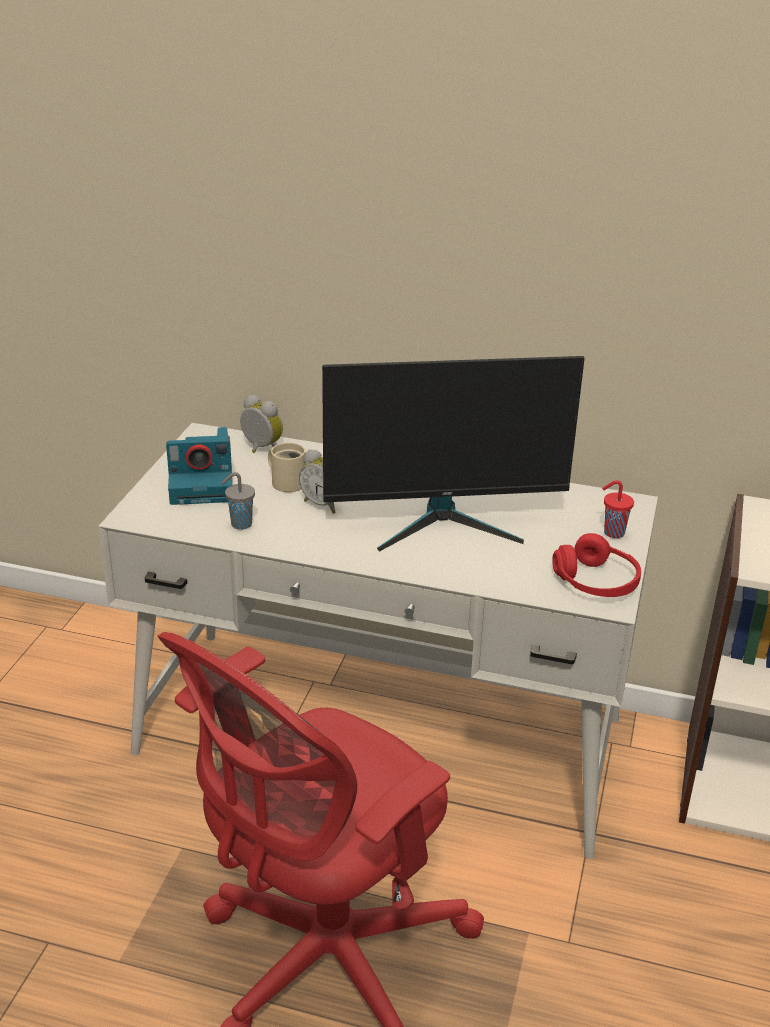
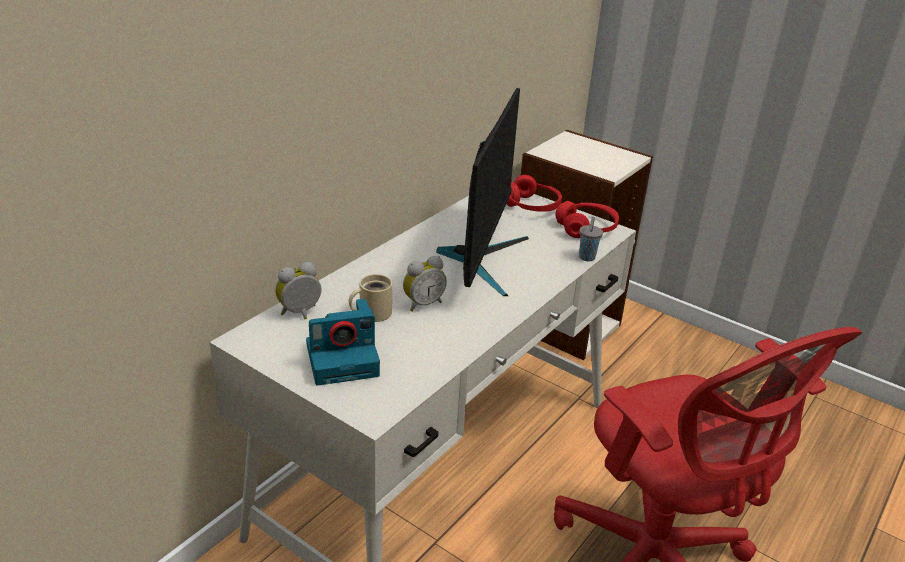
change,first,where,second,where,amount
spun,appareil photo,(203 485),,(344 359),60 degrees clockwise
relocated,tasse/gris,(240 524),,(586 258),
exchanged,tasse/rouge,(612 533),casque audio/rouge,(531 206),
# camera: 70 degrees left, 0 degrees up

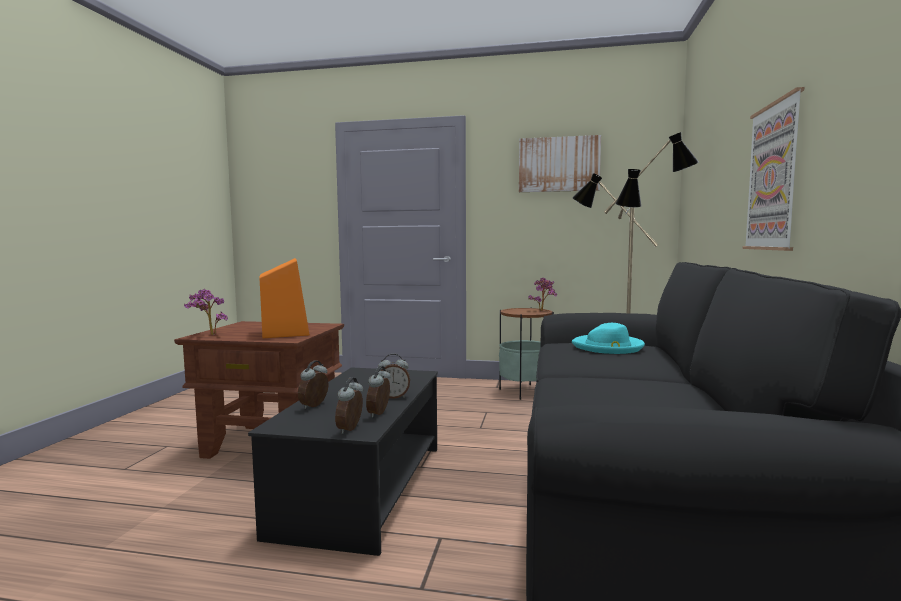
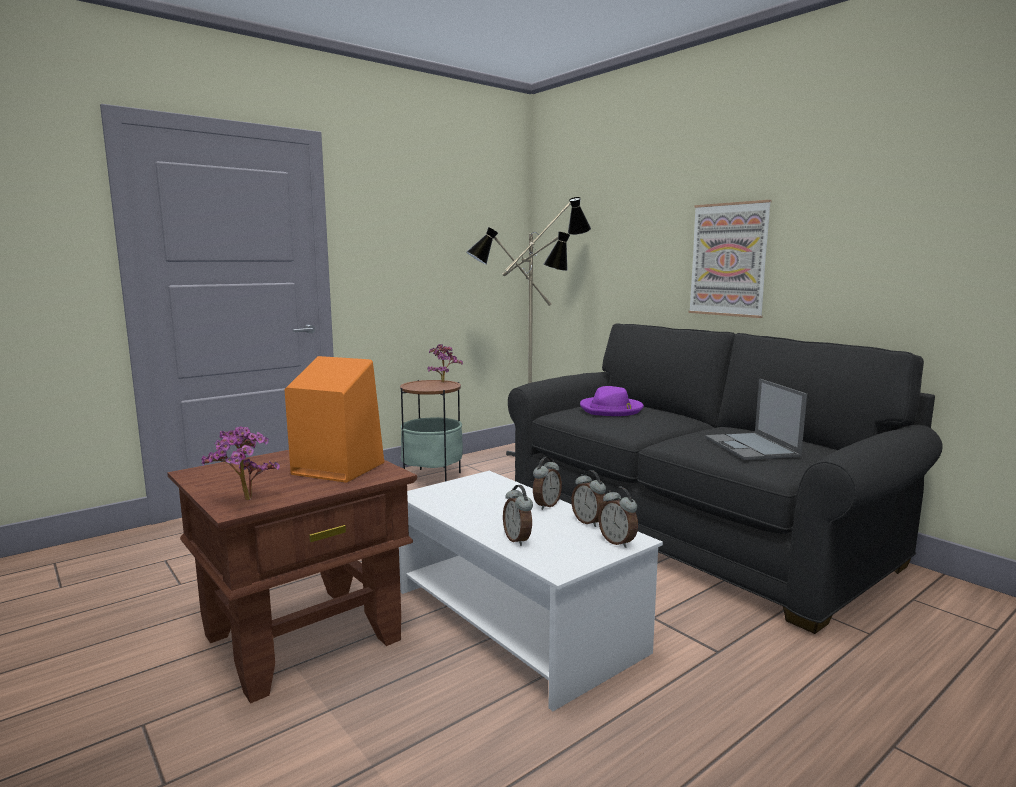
change,first,where,second,where,amount
missing,tableau,(559 164),,,
colour,chapeau/turquoise,(608 347),chapeau/violet,(611 409),
colour,table basse/noir,(362 488),table basse/blanc,(516 621),
appeared,,,ordinateur portable,(752 447),
# camera: 50 degrees left, 5 degrees up

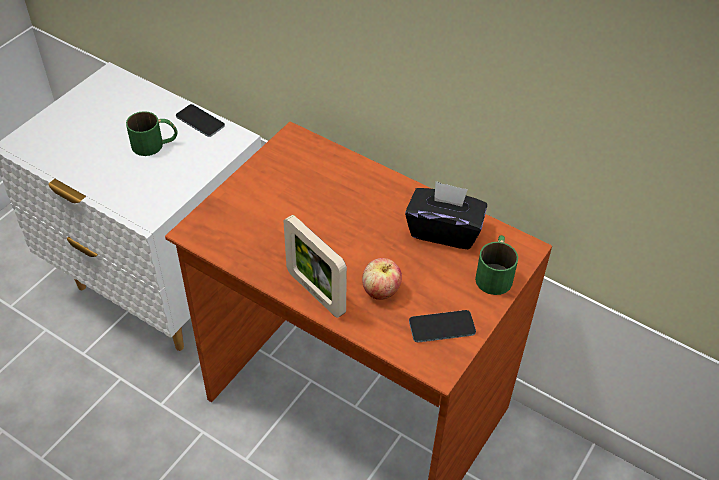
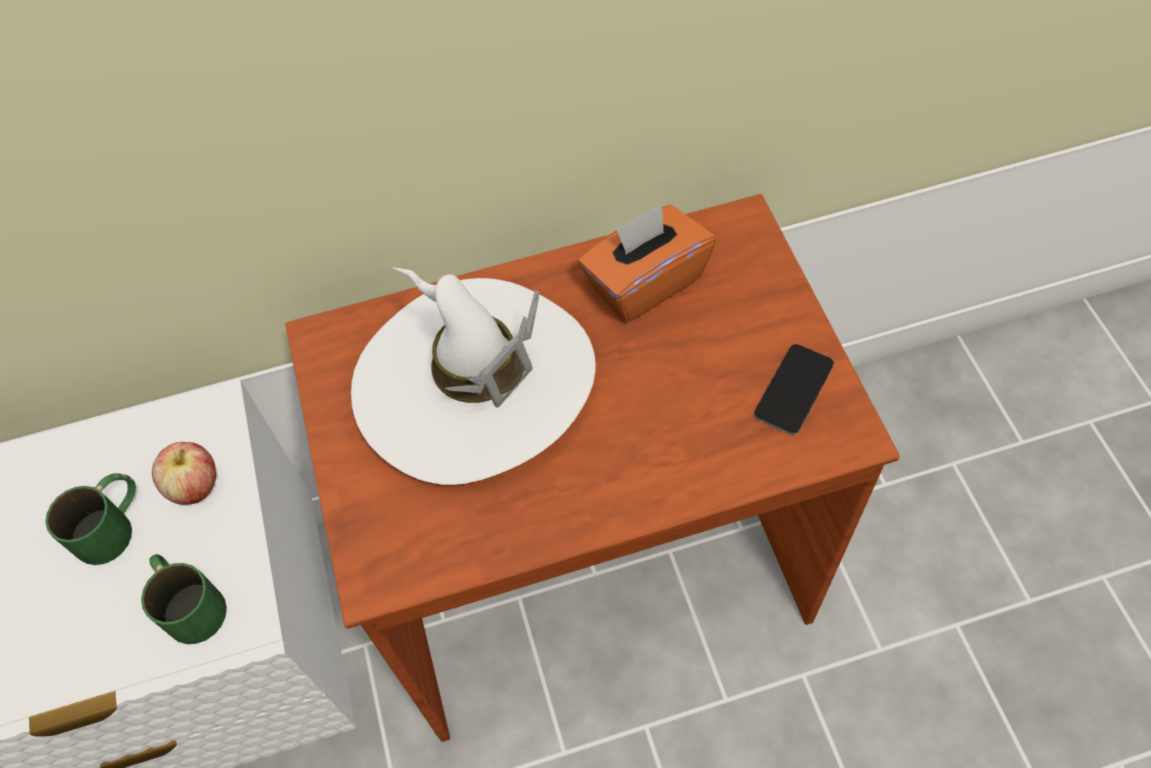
change,first,where,second,where,amount
missing,téléphone,(200 121),,,
colour,boîte à mouchoirs/noir,(444 230),boîte à mouchoirs/orange,(645 282),
missing,cadre photo,(315 293),,,
relocated,mug/vert,(495 272),,(188 602),
relocated,pomme,(381 291),,(196 487),
appeared,,,chapeau/blanc,(475 382),
# camera: 45 degrees left, 10 degrees up

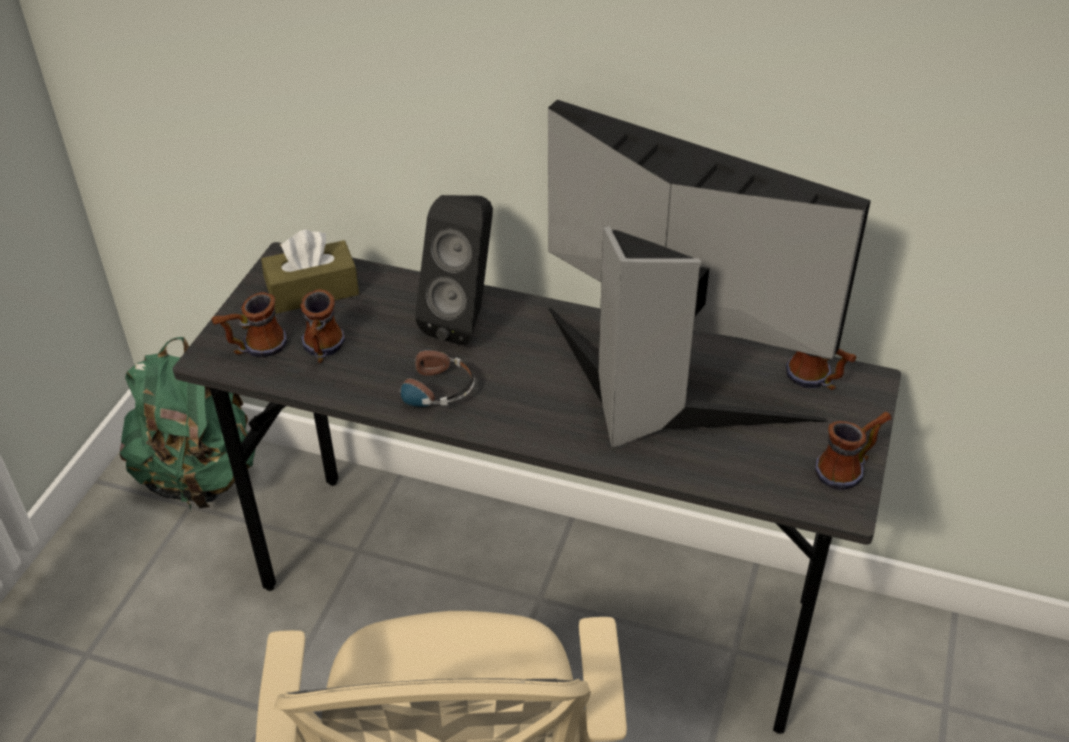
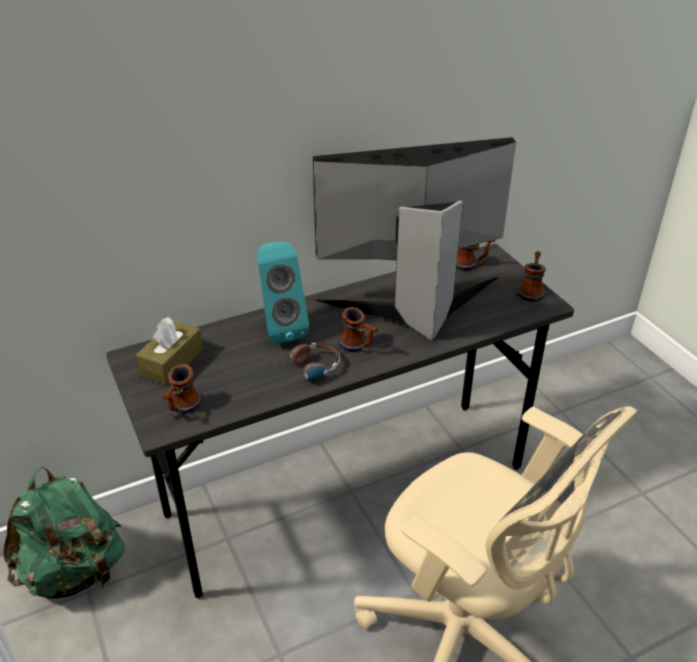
change,first,where,second,where,amount
colour,enceinte/noir,(465 320),enceinte/turquoise,(280 328),
relocated,mug,(322 351),,(359 347),
# camera: 45 degrees left, 5 degrees down

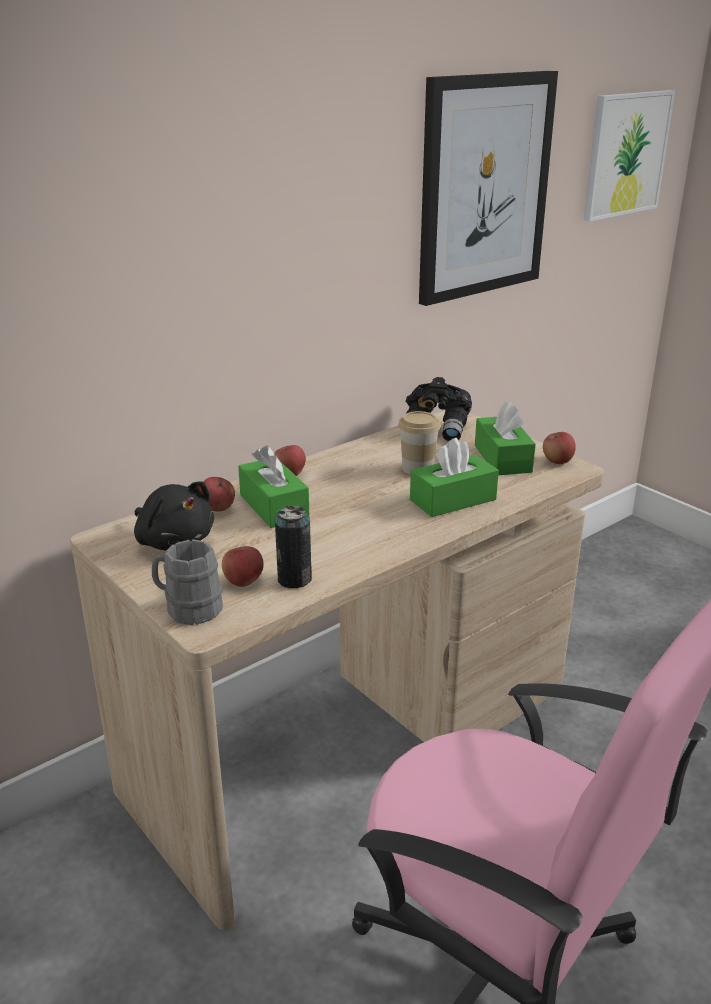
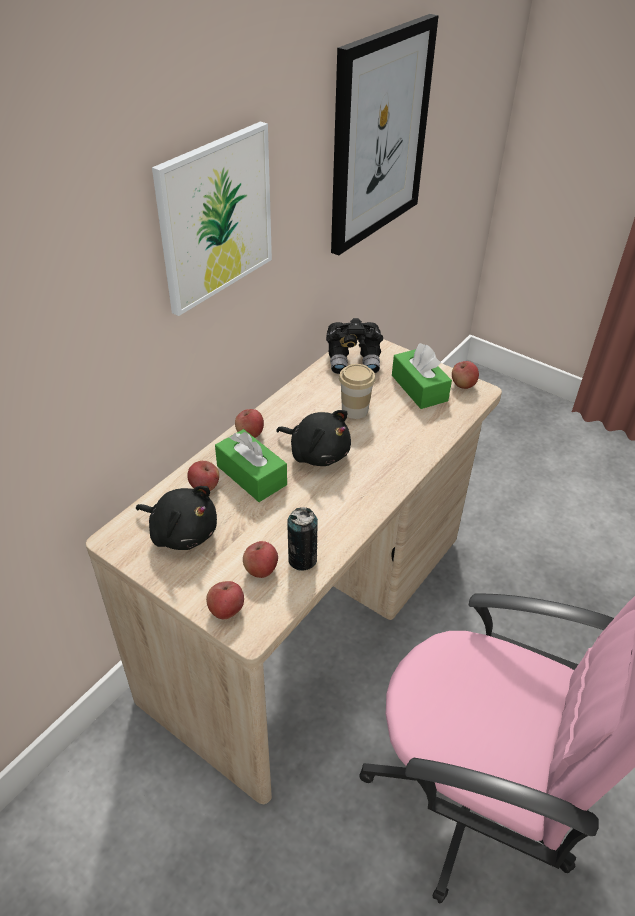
change,first,where,second,where,amount
relocated,tableau,(626 154),,(215 218),
missing,boîte à mouchoirs/vert,(453 500),,,
exchanged,mug/gris,(187 608),pomme,(226 610),
appeared,,,peluche/noir,(317 453),
# camera: 15 degrees left, 15 degrees up

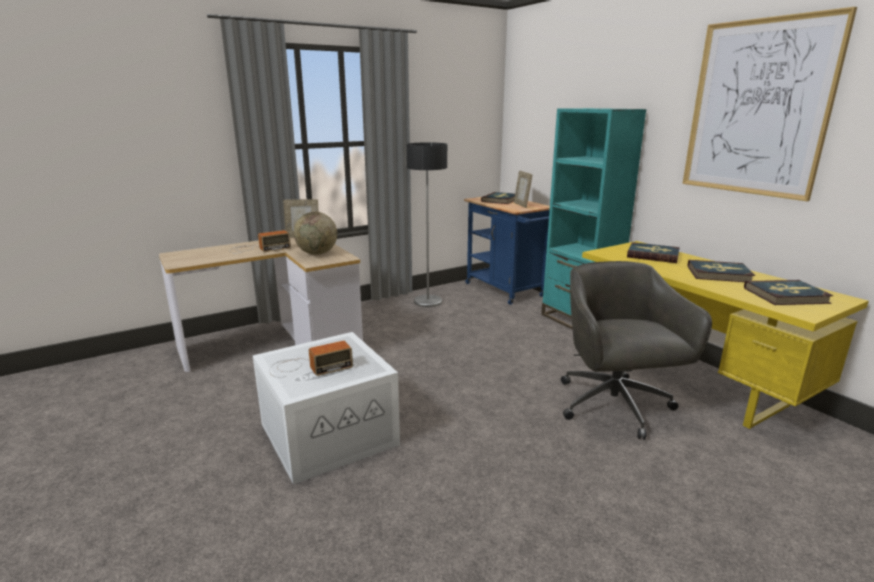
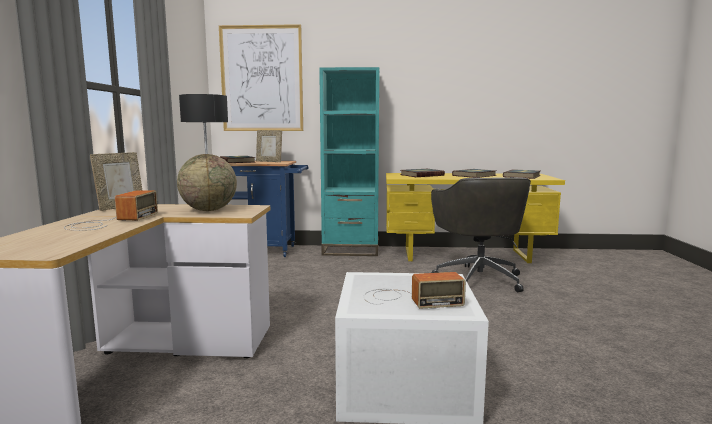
change,first,where,second,where,amount
relocated,tableau,(757 108),,(262 79),
spun,chaise de bureau/gris,(615 407),,(478 278),120 degrees counterclockwise
spun,radio,(307 367),,(408 299),75 degrees clockwise
# camera: 55 degrees left, 10 degrees down

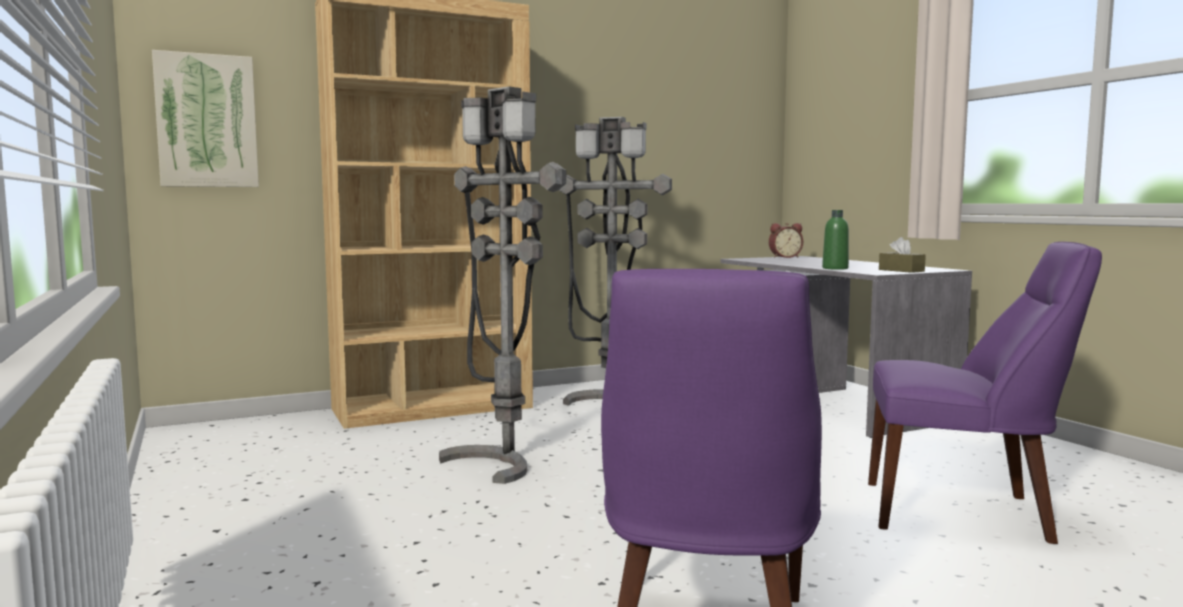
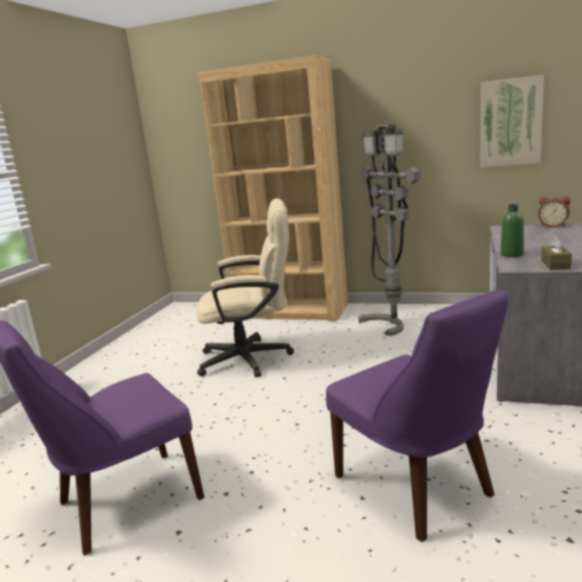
change,first,where,second,where,amount
relocated,tableau,(207 121),,(510 122),
exchanged,lampadaire/gris,(502 461),chaise de bureau/beige,(254 358),
# camera: 45 degrees right, 10 degrees up

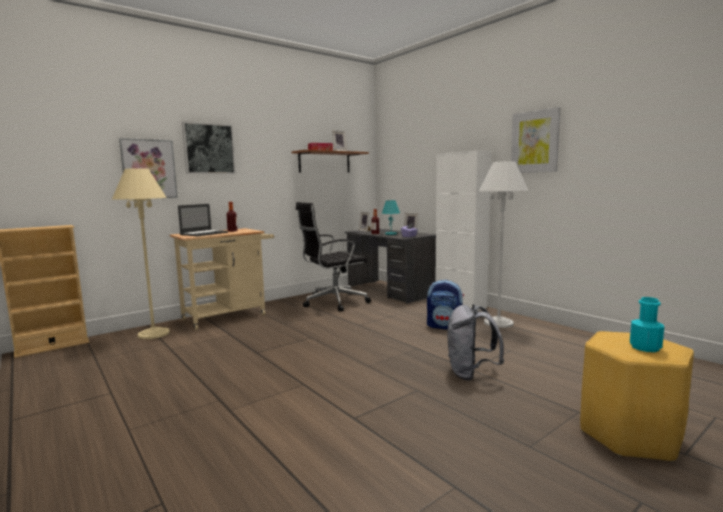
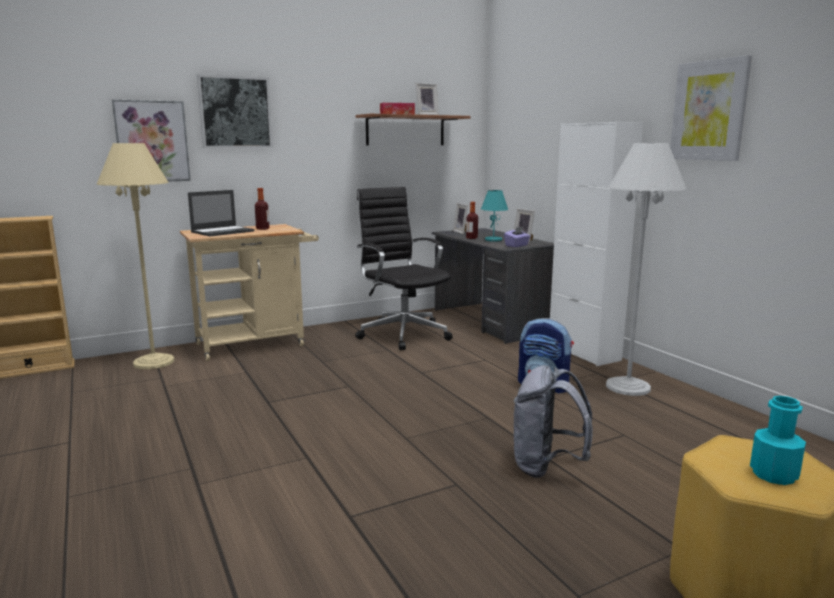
change,first,where,second,where,amount
spun,chaise de bureau/noir,(333 302),,(403 333),75 degrees clockwise
# camera: 10 degrees right, 5 degrees up

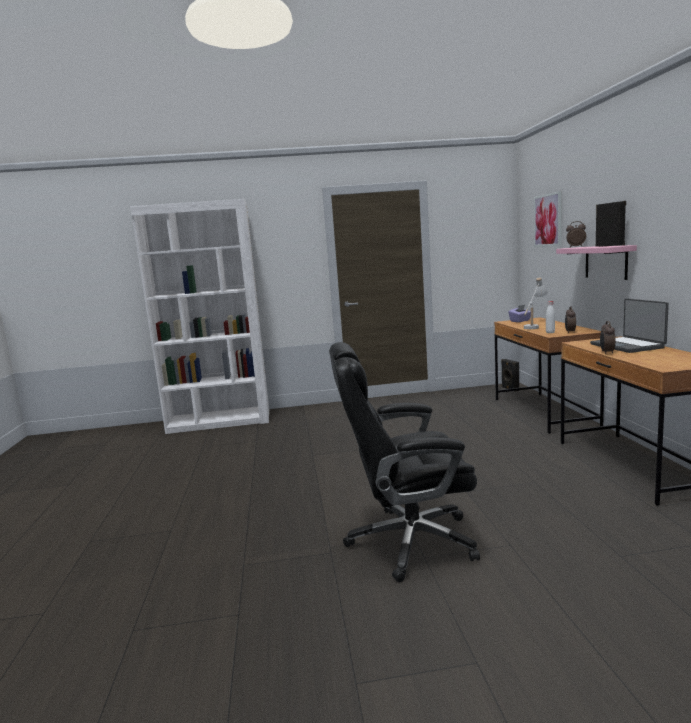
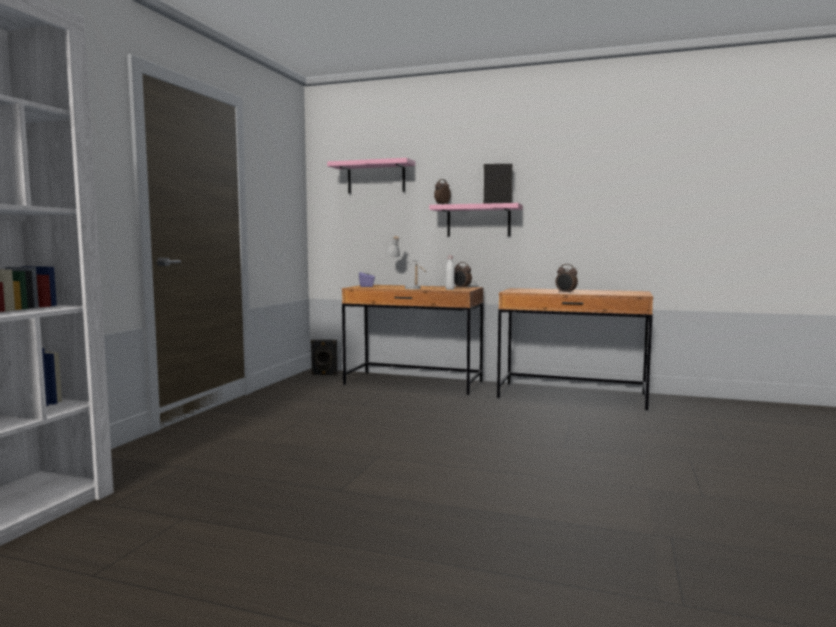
change,first,where,second,where,amount
exchanged,tableau,(548 220),étagère/rose,(376 177),
missing,ordinateur portable,(628 346),,,
missing,chaise de bureau/noir,(408 542),,,
# camera: 65 degrees left, 5 degrees down

